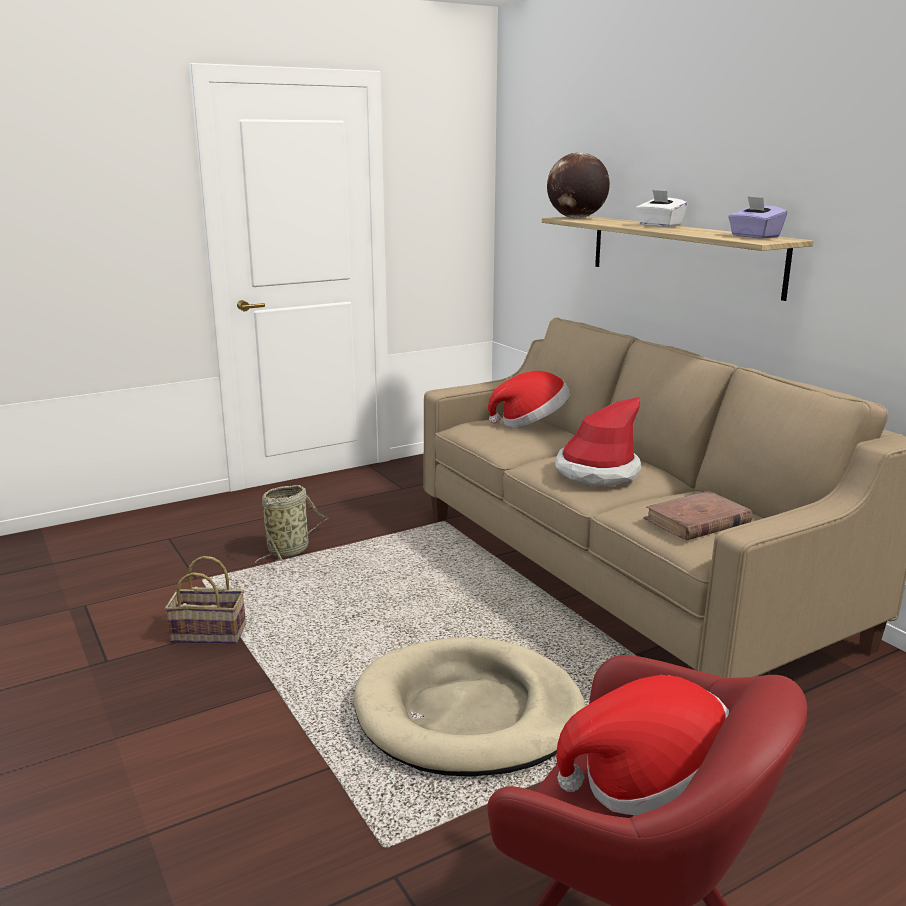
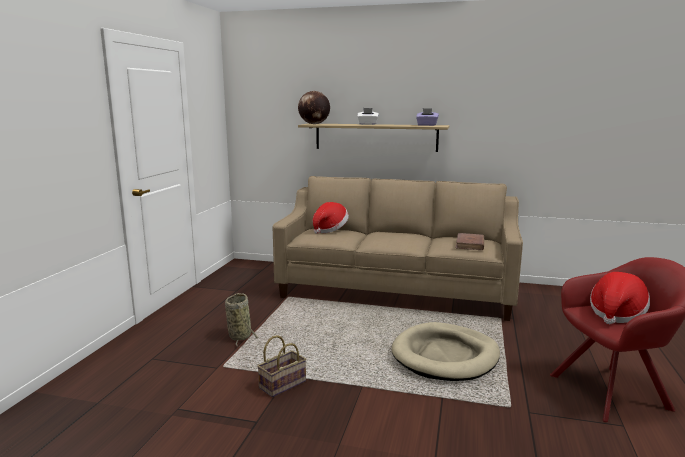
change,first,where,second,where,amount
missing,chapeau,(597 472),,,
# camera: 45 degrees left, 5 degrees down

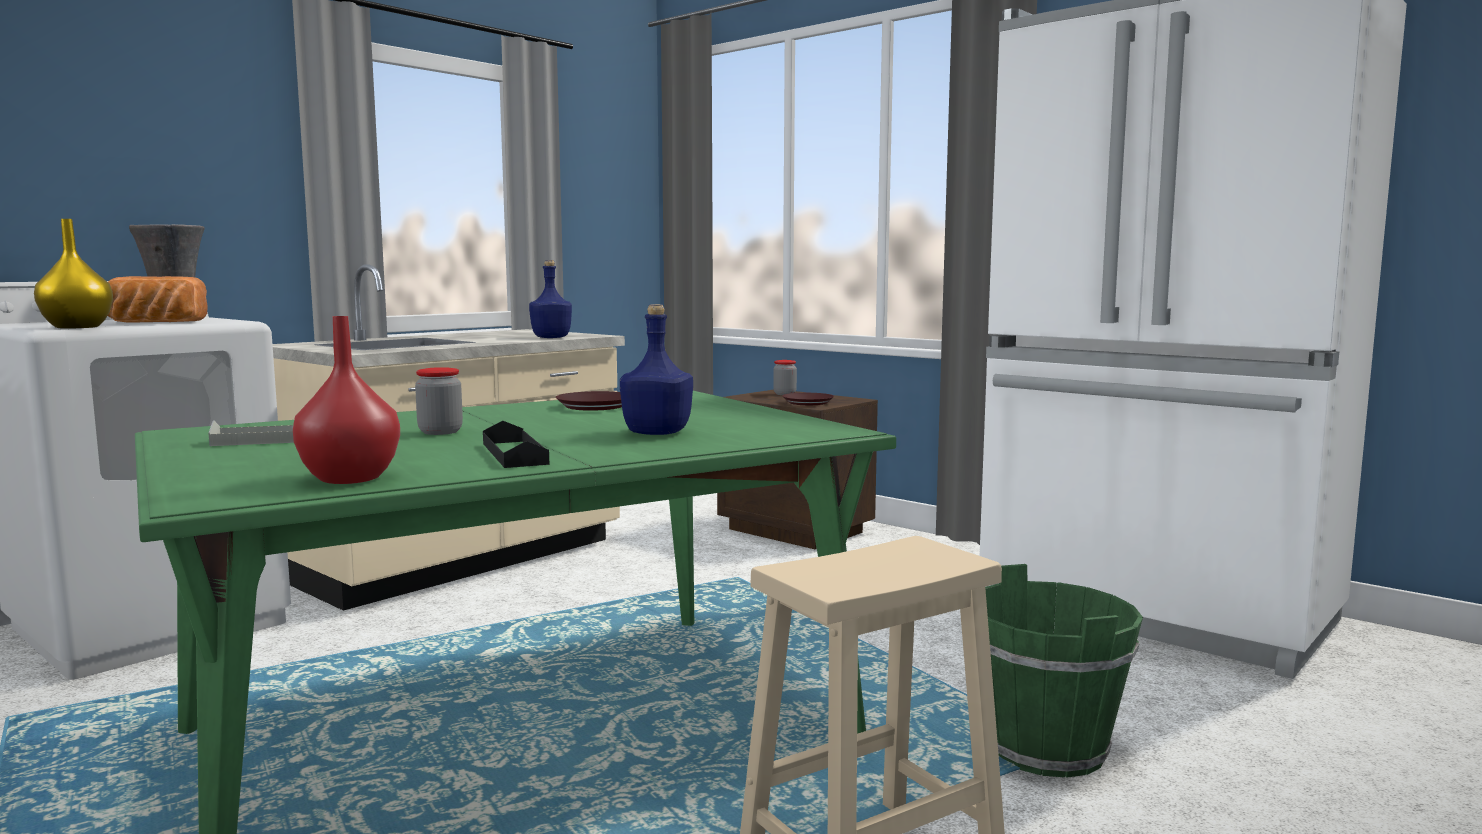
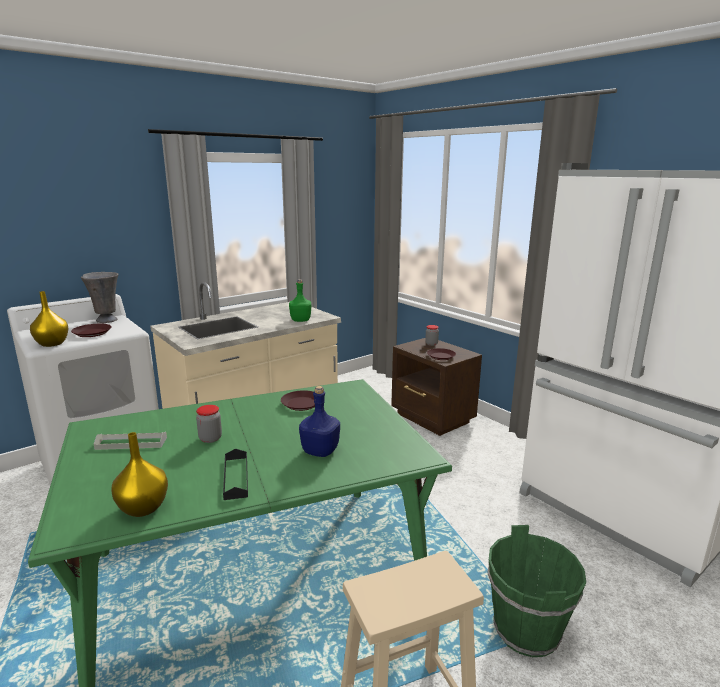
change,first,where,second,where,amount
colour,bouteille/bleu,(551 338),bouteille/vert,(300 320),
exchanged,pain,(154 322),assiette/marron,(92 333),
colour,vase/rouge,(349 478),vase/jaune,(143 507),
# camera: 10 degrees right, 10 degrees up

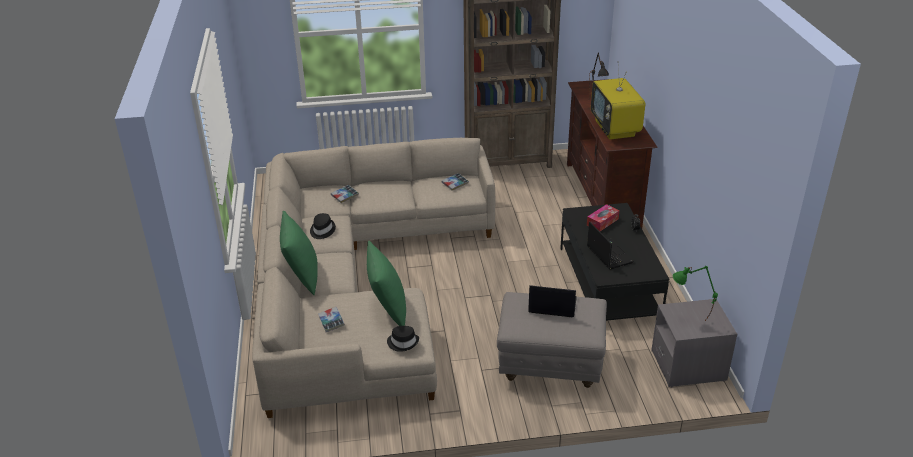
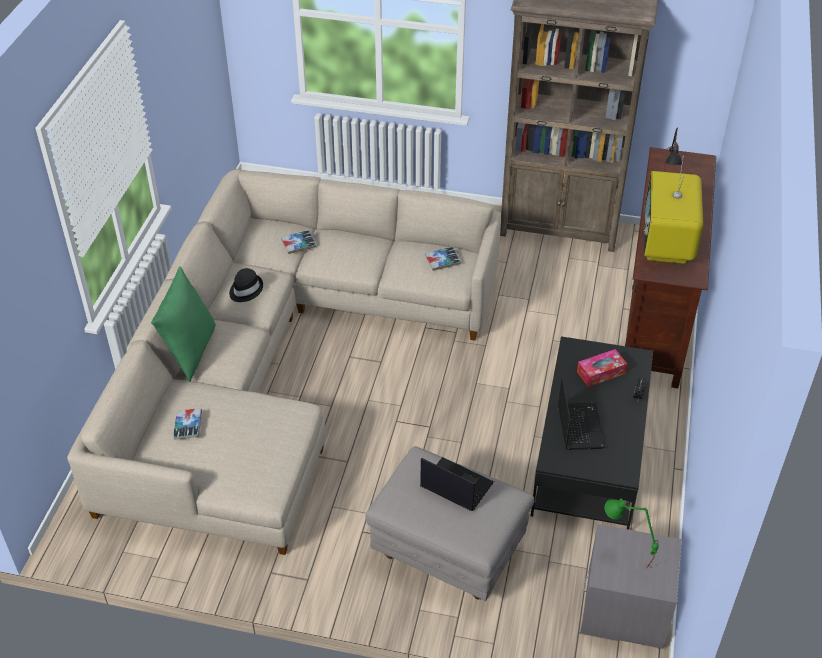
change,first,where,second,where,amount
missing,coussin/vert,(388 309),,,
missing,chapeau/noir,(403 342),,,
# camera: 20 degrees right, 10 degrees up

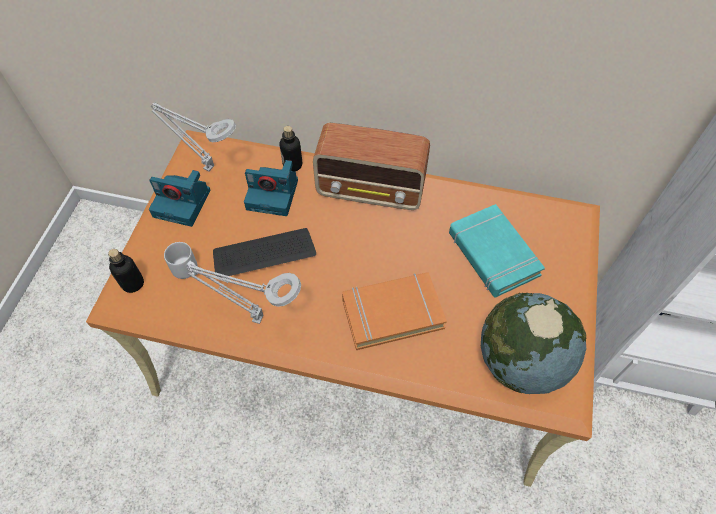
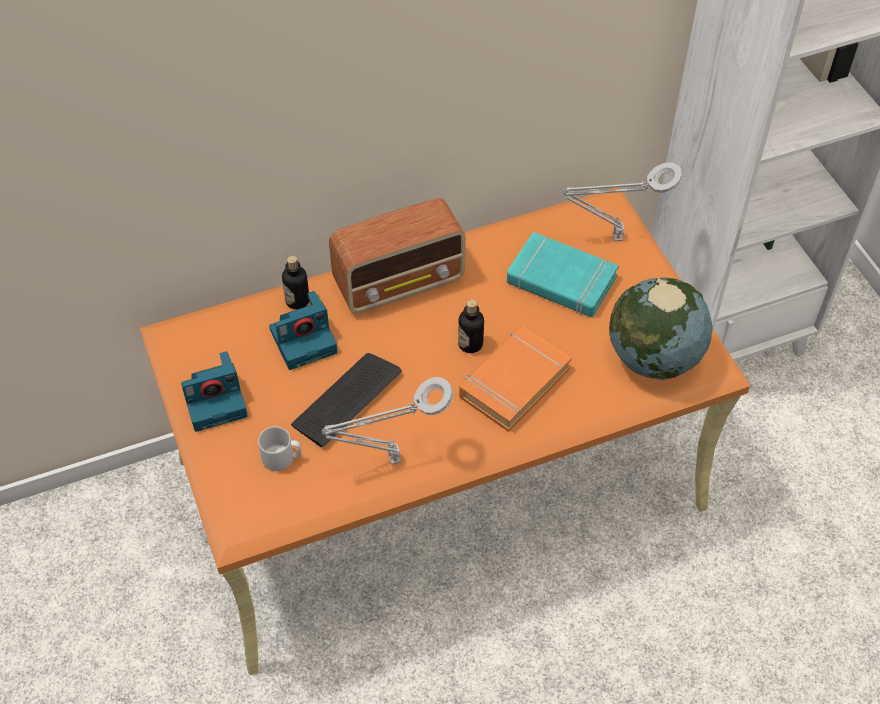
change,first,where,second,where,amount
relocated,lampe de table/gris,(206 167),,(613 238),
relocated,bouteille,(133 283),,(470 344),
# camera: 35 degrees left, 5 degrees down

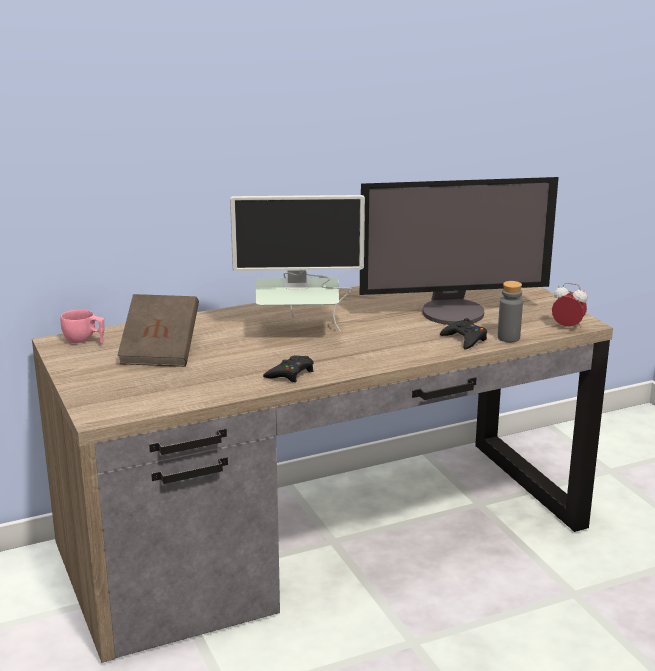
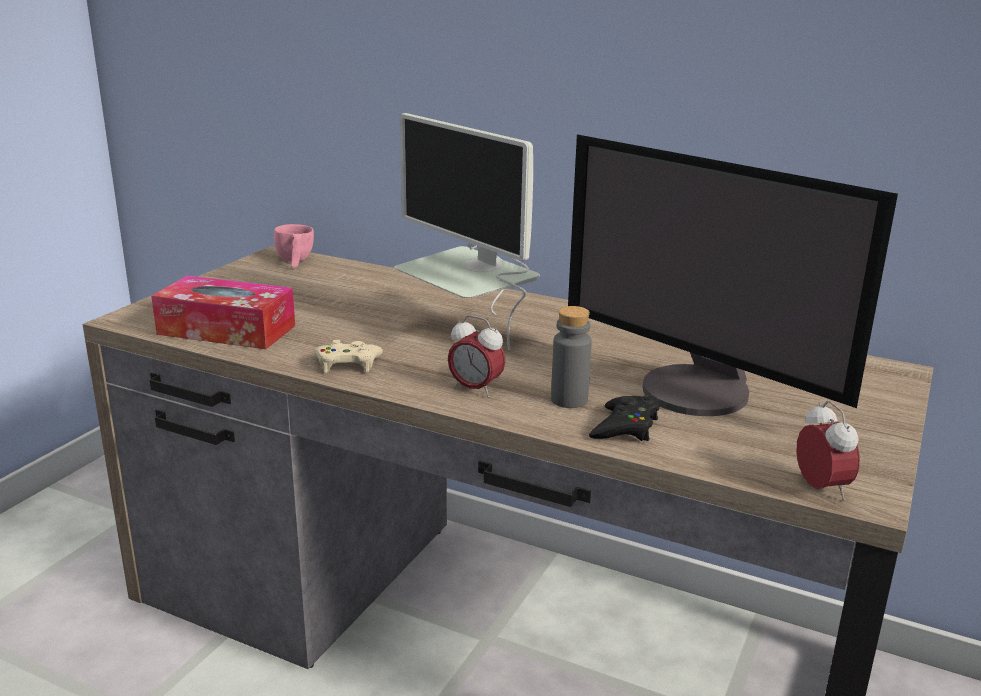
change,first,where,second,where,amount
relocated,bouteille/gris,(508 338),,(569 400),
missing,livre/marron,(161 350),,,
colour,manette/noir,(290 374),manette/beige,(347 364),
appeared,,,boîte à mouchoirs,(226 330),
appeared,,,réveil,(475 389),
# camera: 50 degrees right, 0 degrees up

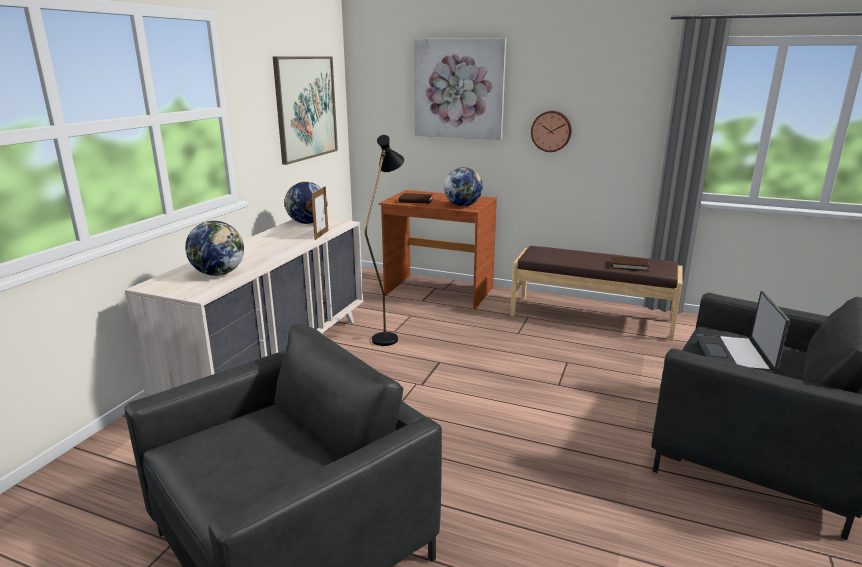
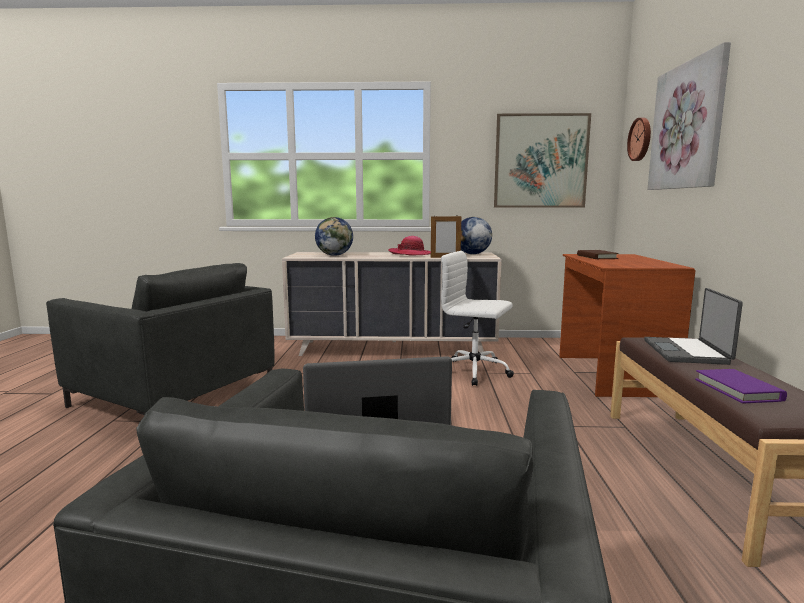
change,first,where,second,where,amount
relocated,horloge murale,(551 131),,(641 139),
exchanged,lampadaire/noir,(388 335),chaise de bureau/blanc,(475 372),
missing,globe,(463 205),,,
colour,livre/marron,(629 266),livre/violet,(738 390),
appeared,,,chapeau,(411 254),
appeared,,,ordinateur portable,(687 352),
# camera: 70 degrees right, 10 degrees down

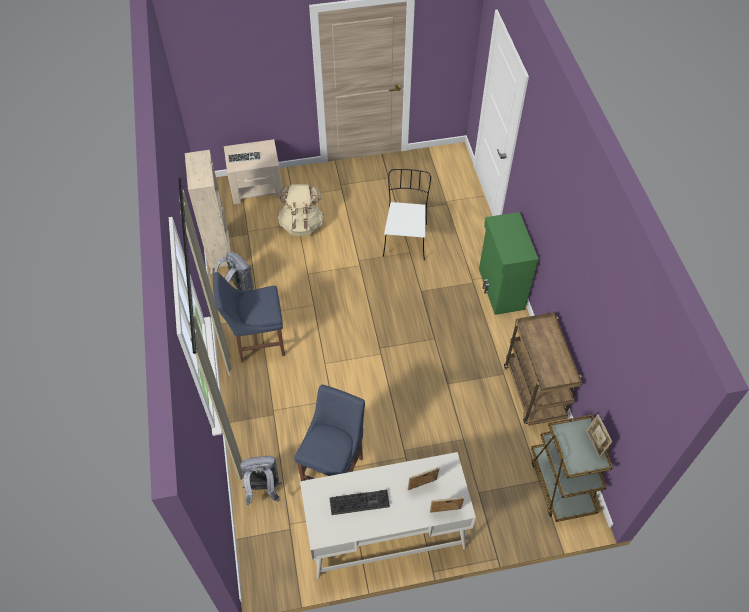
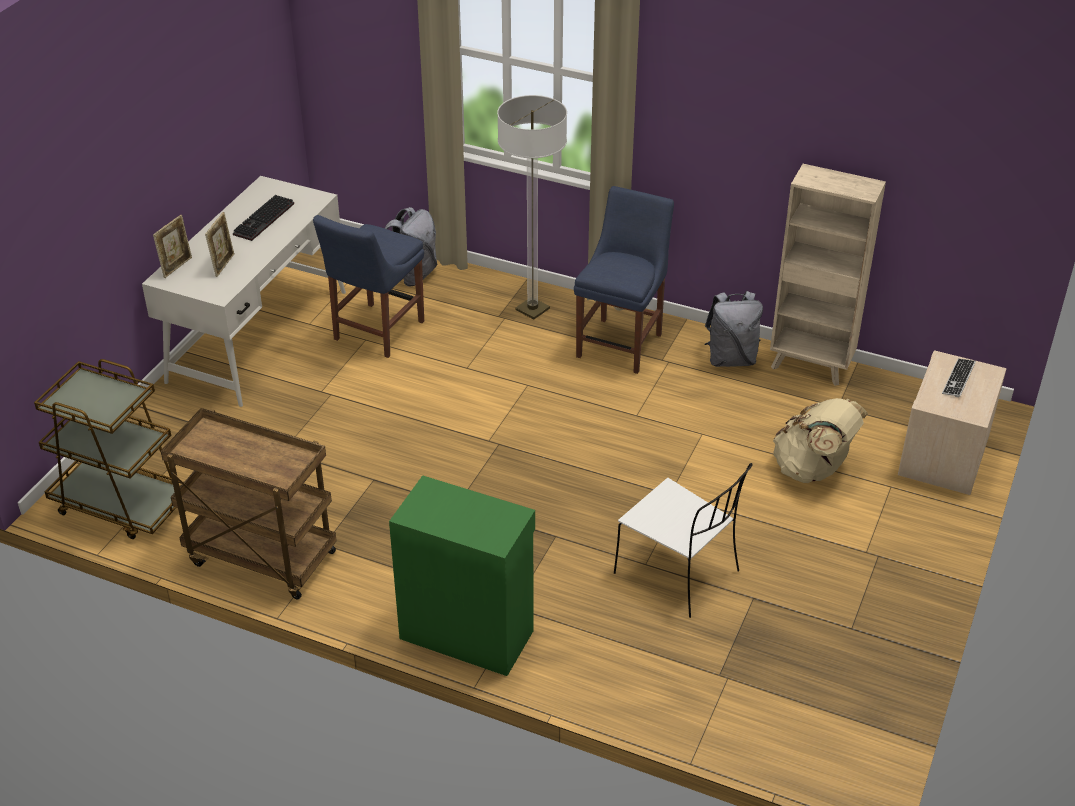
change,first,where,second,where,amount
spun,chaise/bleu,(334 467),,(376 332),60 degrees clockwise
missing,cadre photo,(594 444),,,
appeared,,,lampadaire,(532 309),
# camera: 125 degrees right, 15 degrees down

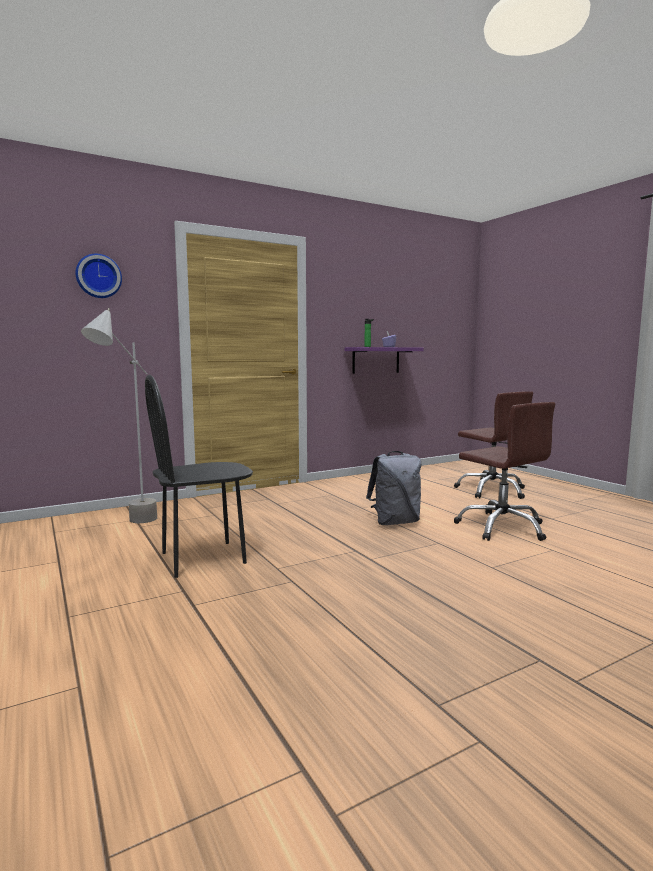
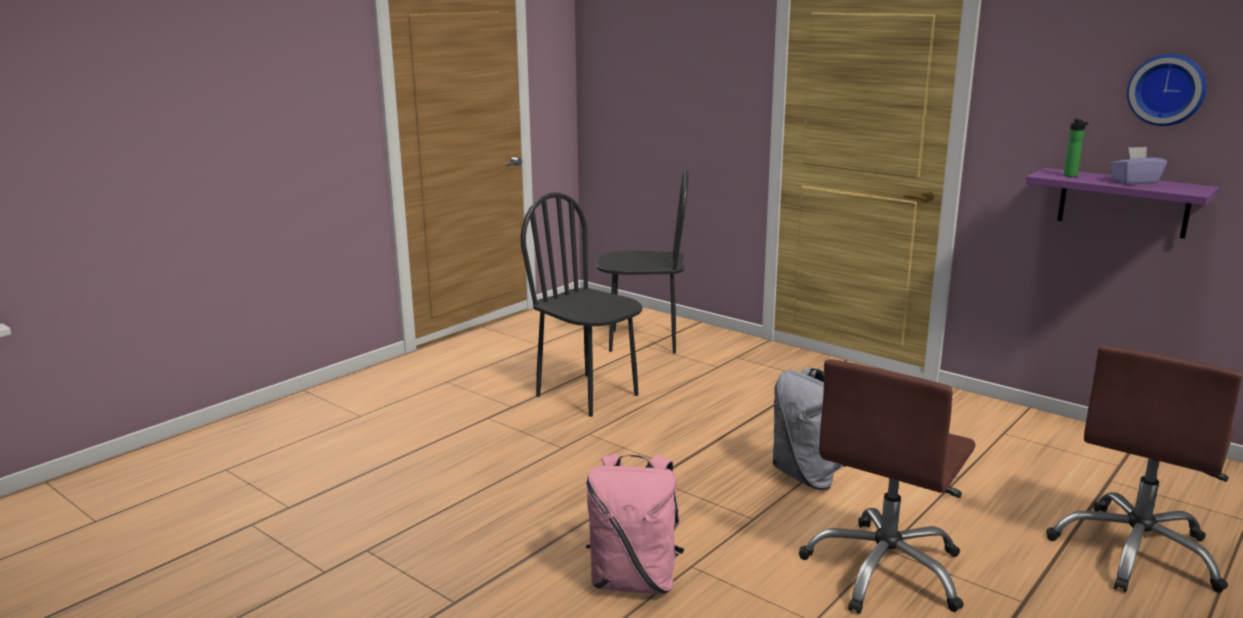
change,first,where,second,where,amount
relocated,horloge murale,(98 276),,(1167 89),
exchanged,lampadaire/gris,(129 526),chaise/noir,(643 341),
appeared,,,sac à dos/rose,(634 580),
# camera: 70 degrees right, 10 degrees up

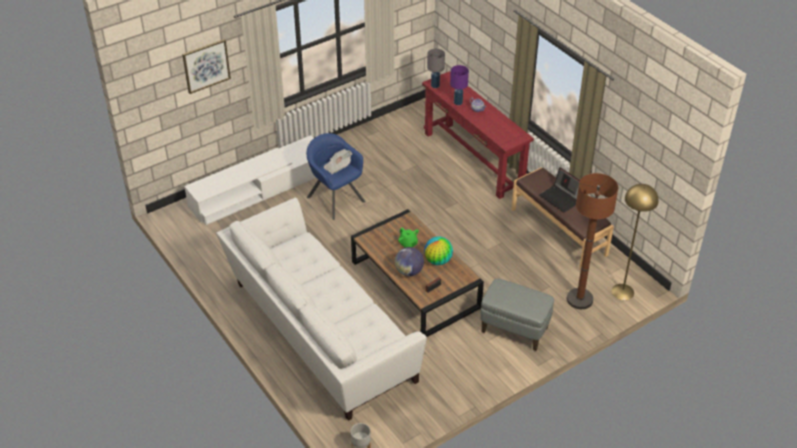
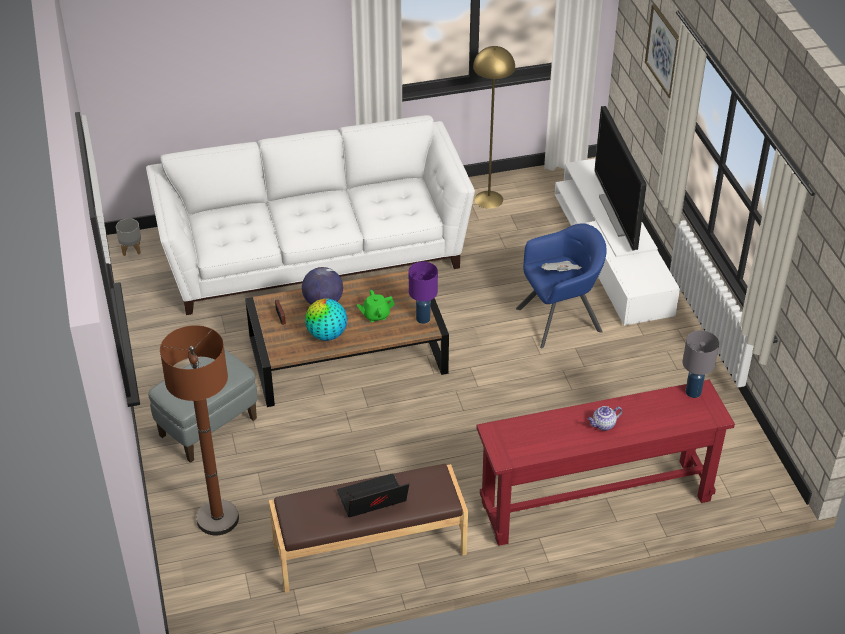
change,first,where,second,where,amount
relocated,lampe de table/violet,(458 102),,(422 318),
relocated,lampadaire/jaune,(622 292),,(488 199),
appeared,,,téléviseur,(618 215),
# camera: 110 degrees right, 0 degrees up

